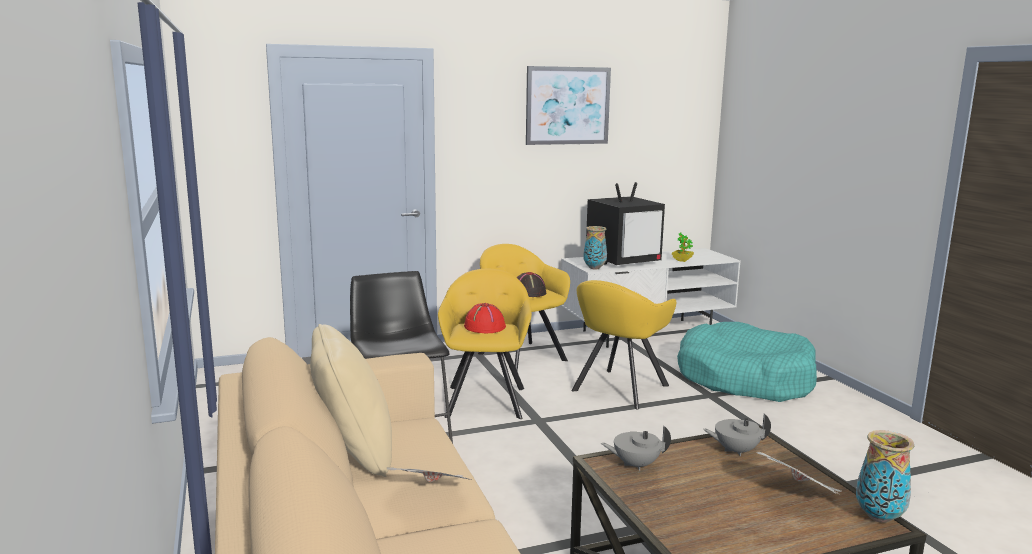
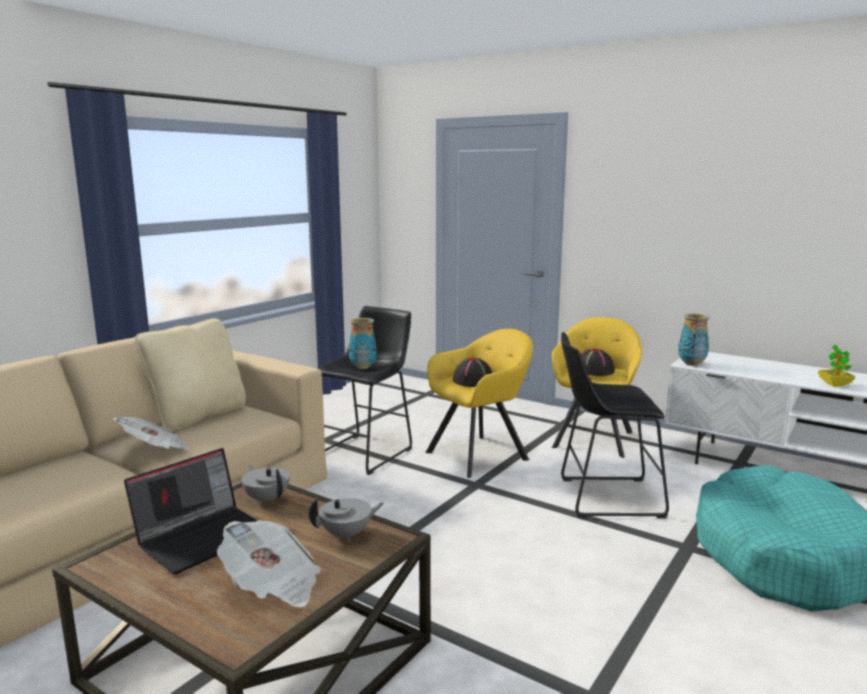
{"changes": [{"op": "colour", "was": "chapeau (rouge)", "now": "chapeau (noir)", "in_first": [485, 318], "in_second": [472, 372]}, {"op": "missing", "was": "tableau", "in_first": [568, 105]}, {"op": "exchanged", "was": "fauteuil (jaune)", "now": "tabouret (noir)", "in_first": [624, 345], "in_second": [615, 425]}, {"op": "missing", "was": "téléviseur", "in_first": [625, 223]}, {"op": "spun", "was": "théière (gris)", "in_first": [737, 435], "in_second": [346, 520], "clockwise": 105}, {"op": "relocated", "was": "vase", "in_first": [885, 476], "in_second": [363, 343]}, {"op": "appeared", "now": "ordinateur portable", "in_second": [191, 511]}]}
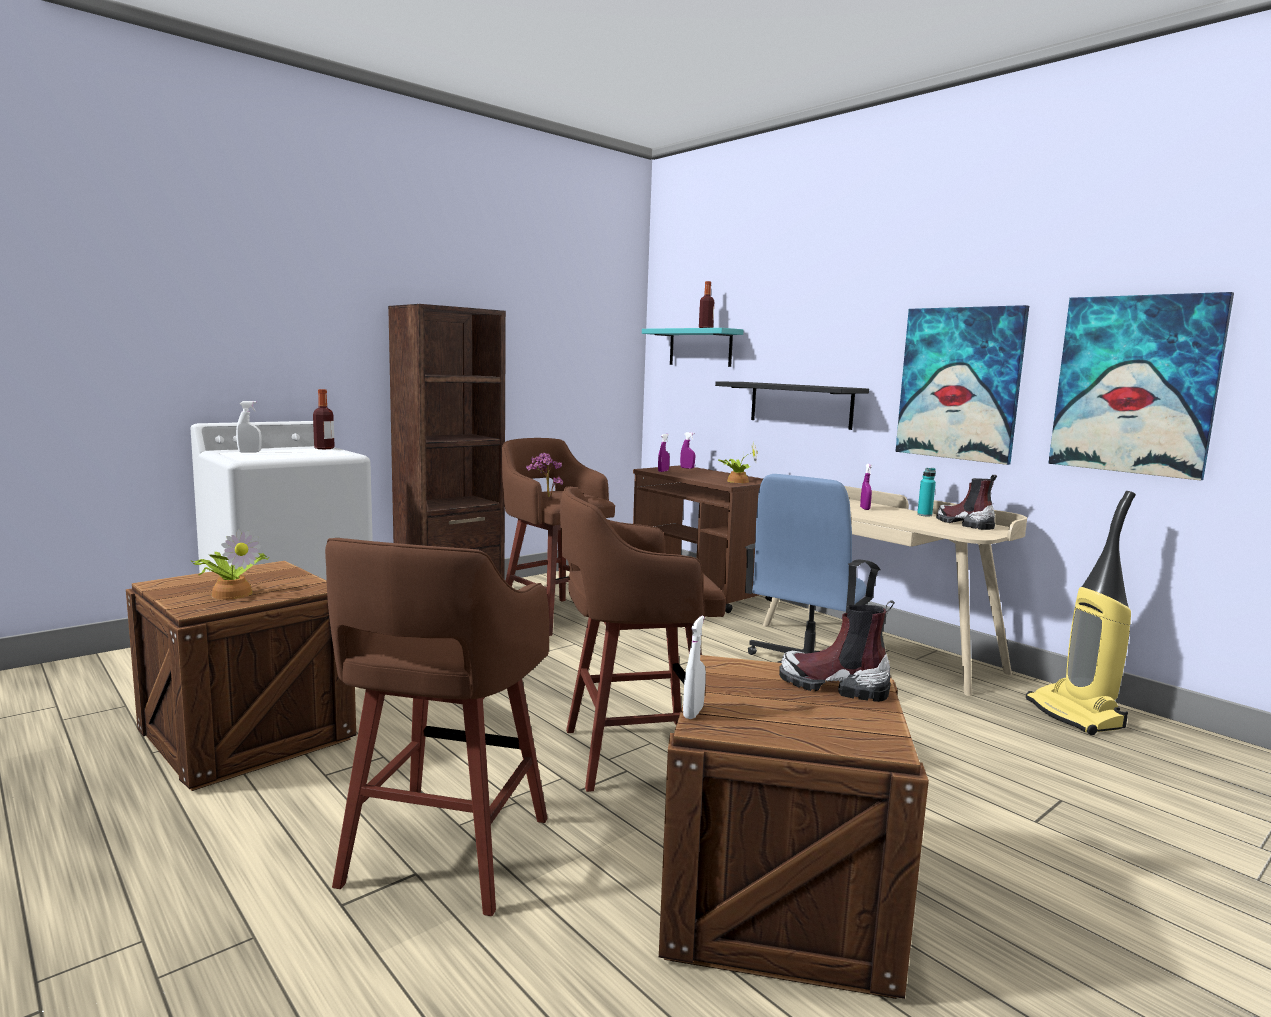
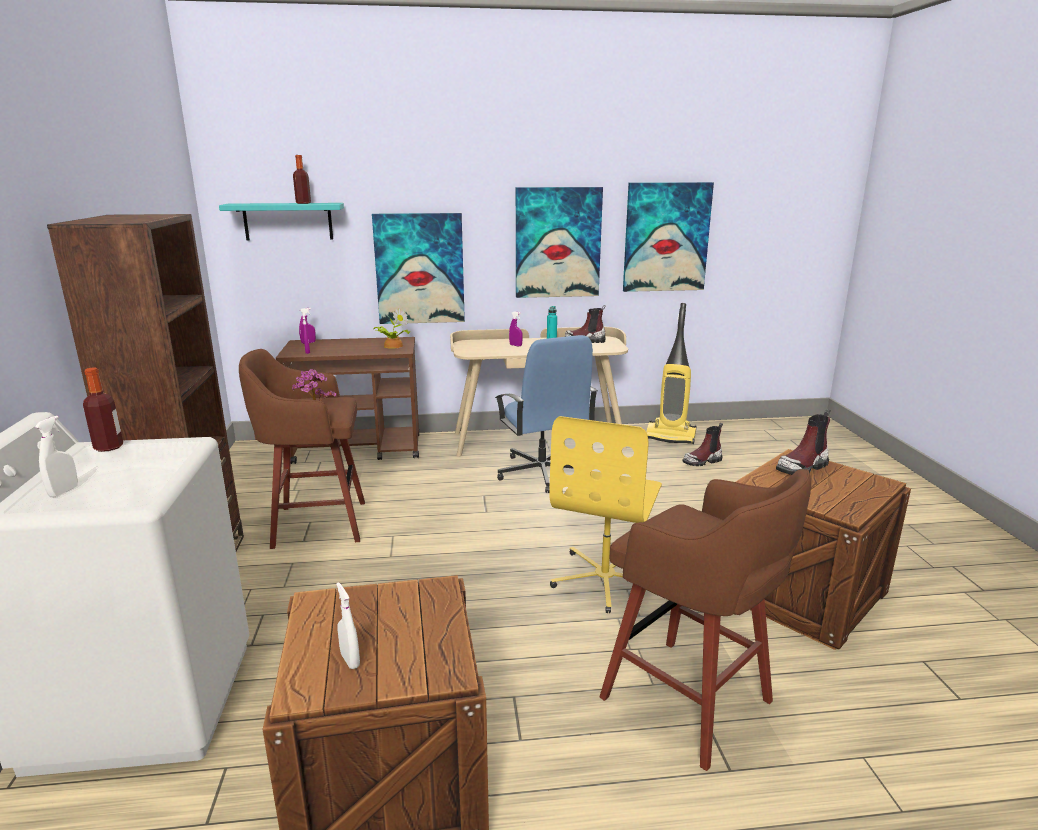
{"changes": [{"op": "missing", "was": "plante en pot", "in_first": [230, 564]}, {"op": "exchanged", "was": "tabouret (marron)", "now": "chaise de bureau (jaune)", "in_first": [643, 639], "in_second": [605, 514]}, {"op": "relocated", "was": "vaporisateur (blanc)", "in_first": [694, 667], "in_second": [348, 625]}, {"op": "exchanged", "was": "étagère (noir)", "now": "tableau", "in_first": [792, 405], "in_second": [418, 268]}, {"op": "appeared", "now": "botte", "in_second": [702, 444]}]}
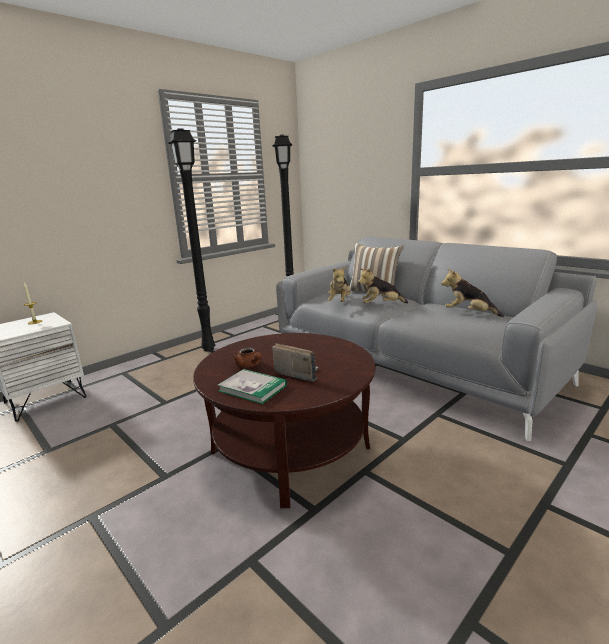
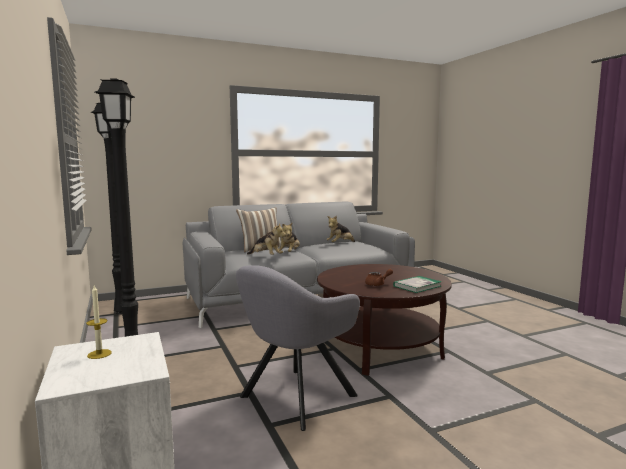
{"changes": [{"op": "missing", "was": "radio", "in_first": [295, 362]}, {"op": "appeared", "now": "fauteuil (gris)", "in_second": [298, 348]}]}
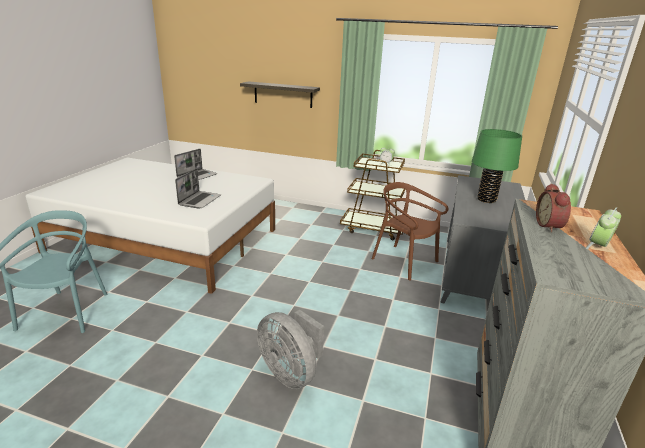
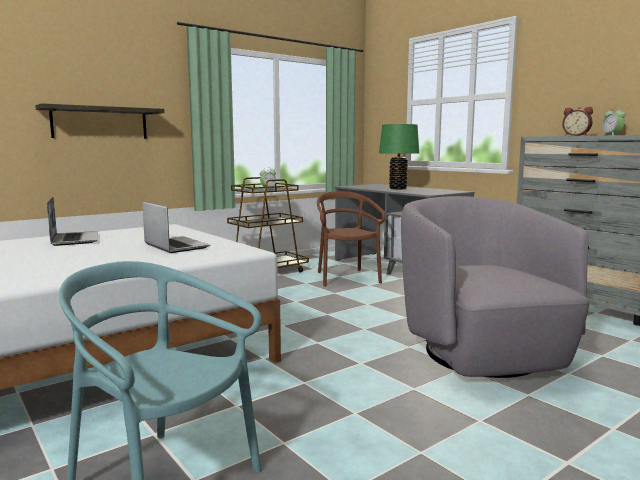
{"changes": [{"op": "exchanged", "was": "ventilateur (gris)", "now": "fauteuil (gris)", "in_first": [290, 349], "in_second": [495, 287]}, {"op": "spun", "was": "chaise (marron)", "in_first": [410, 231], "in_second": [351, 239], "clockwise": 90}]}
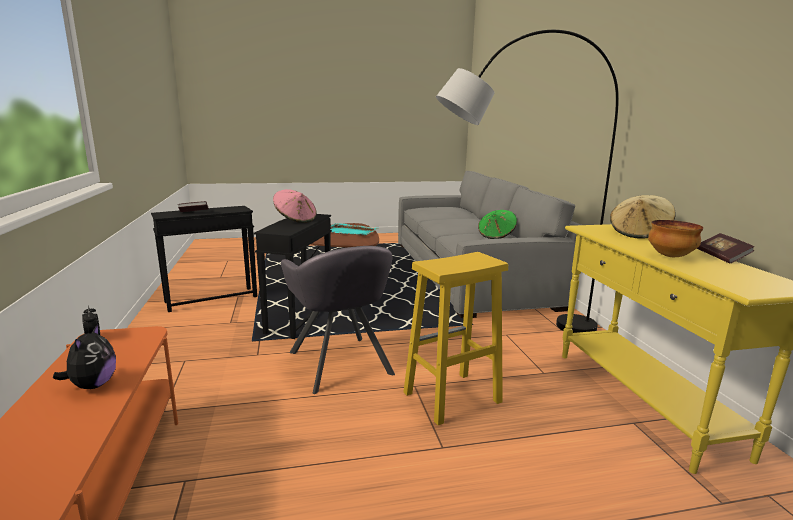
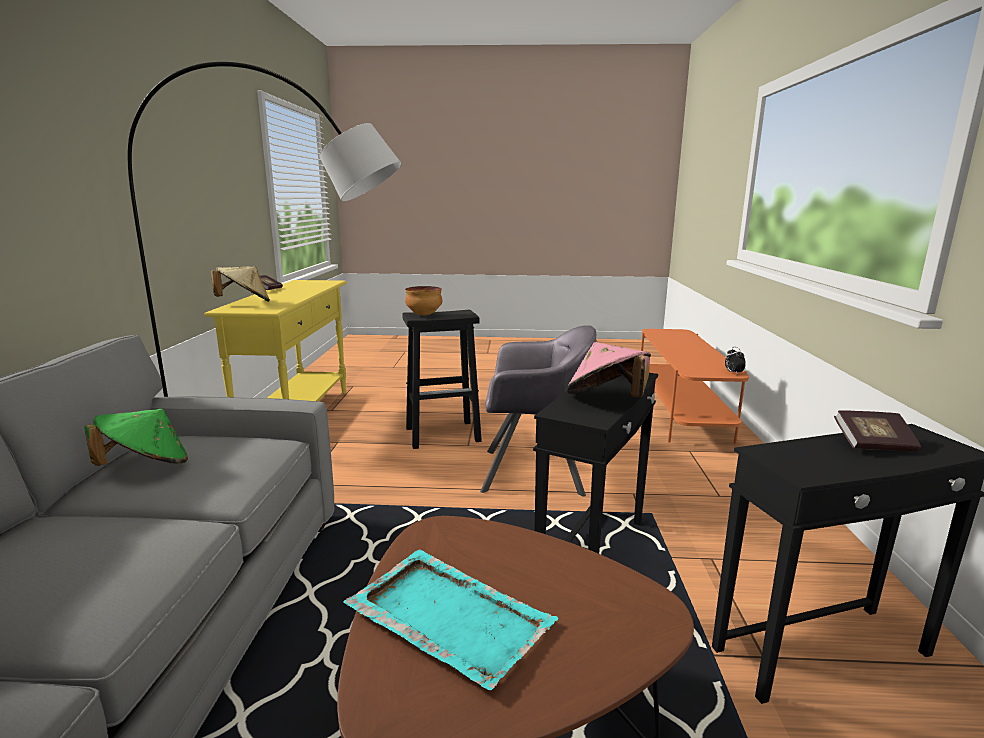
{"changes": [{"op": "missing", "was": "peluche", "in_first": [84, 356]}, {"op": "spun", "was": "fauteuil (gris)", "in_first": [338, 320], "in_second": [538, 411], "clockwise": 105}, {"op": "colour", "was": "tabouret (jaune)", "now": "tabouret (noir)", "in_first": [456, 338], "in_second": [442, 379]}, {"op": "relocated", "was": "bol", "in_first": [675, 238], "in_second": [423, 301]}]}
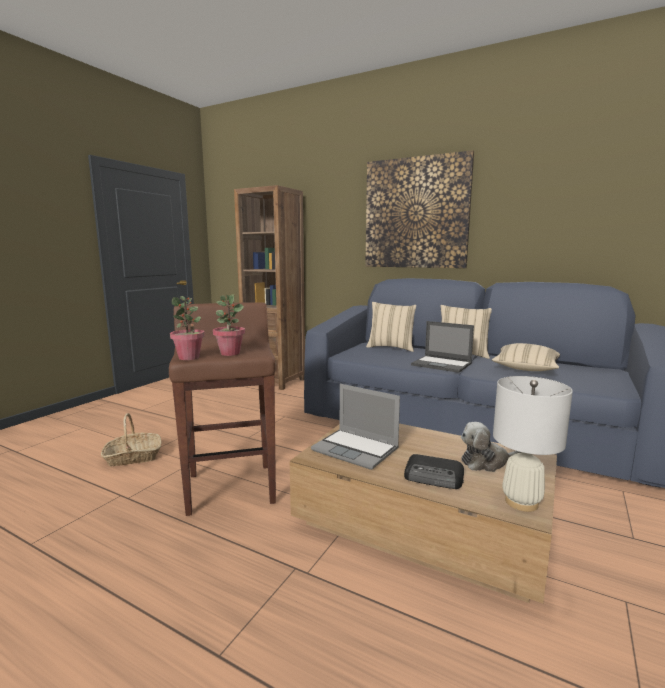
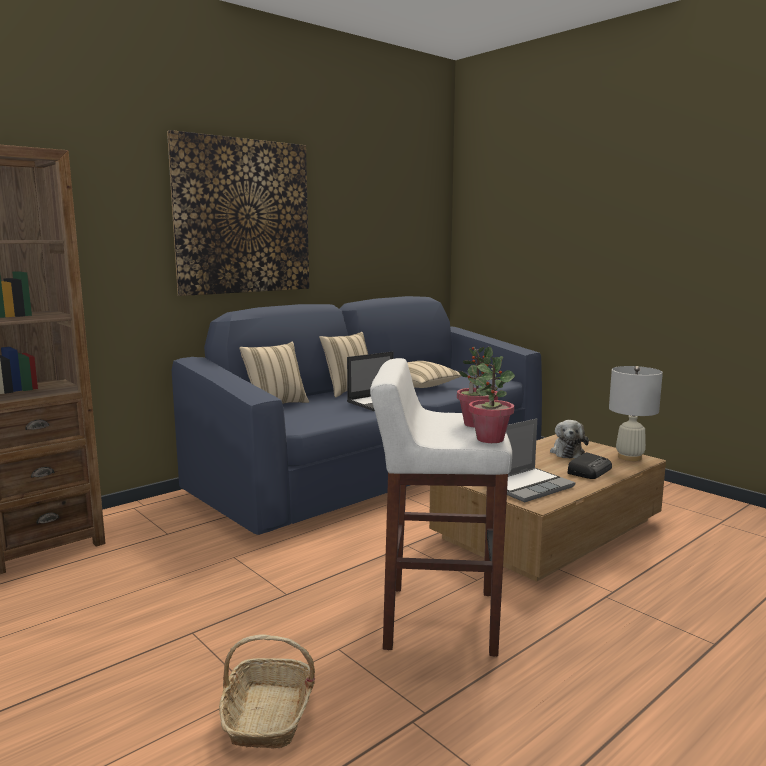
{"changes": [{"op": "colour", "was": "tabouret (marron)", "now": "tabouret (blanc)", "in_first": [222, 409], "in_second": [441, 507]}]}
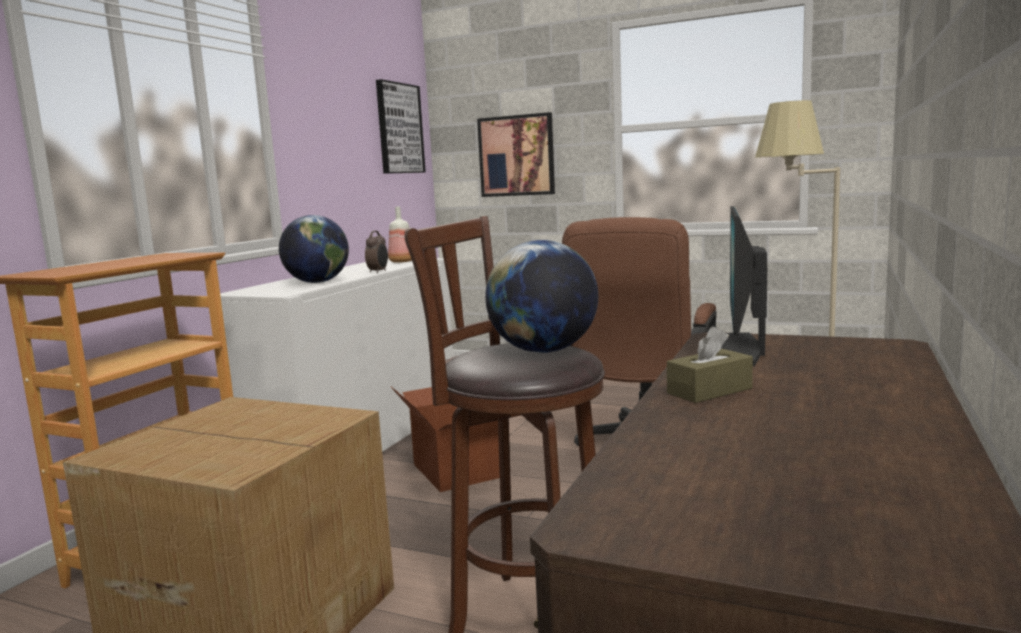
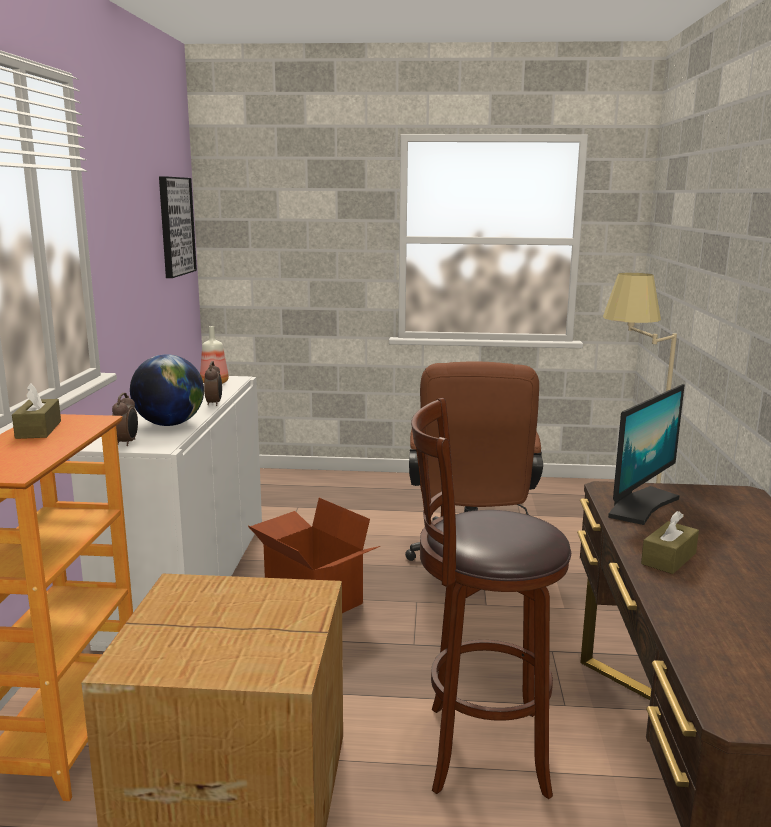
{"changes": [{"op": "missing", "was": "tableau", "in_first": [516, 154]}, {"op": "missing", "was": "globe", "in_first": [541, 296]}, {"op": "spun", "was": "écran d'ordinateur", "in_first": [744, 286], "in_second": [646, 454], "clockwise": -135}, {"op": "appeared", "now": "boîte à mouchoirs (marron)", "in_second": [36, 411]}, {"op": "appeared", "now": "réveil", "in_second": [125, 419]}]}
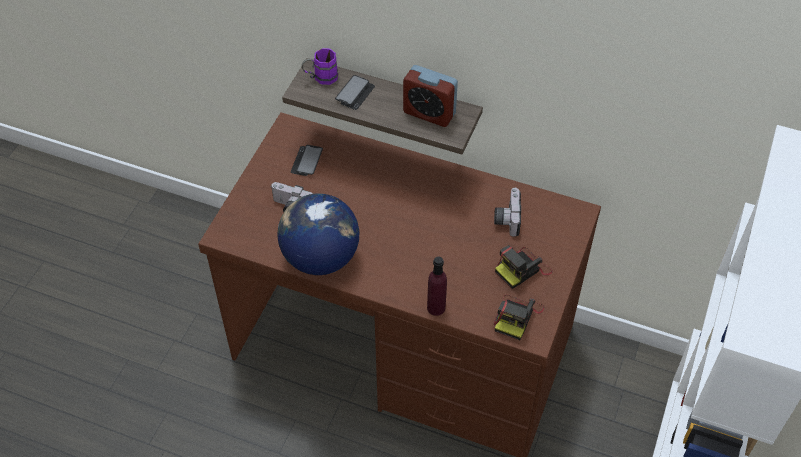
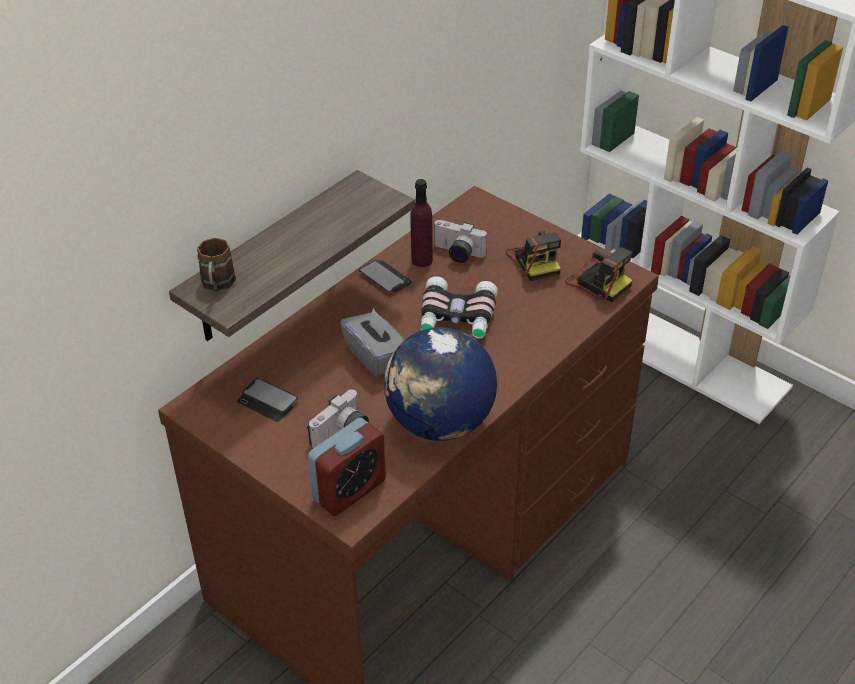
{"changes": [{"op": "colour", "was": "mug (violet)", "now": "mug (marron)", "in_first": [320, 66], "in_second": [216, 264]}, {"op": "relocated", "was": "téléphone", "in_first": [355, 92], "in_second": [385, 276]}, {"op": "relocated", "was": "réveil", "in_first": [430, 96], "in_second": [347, 467]}, {"op": "relocated", "was": "bouteille (violet)", "in_first": [437, 286], "in_second": [422, 223]}, {"op": "appeared", "now": "boîte à mouchoirs (gris)", "in_second": [372, 342]}, {"op": "appeared", "now": "jumelles", "in_second": [459, 307]}]}
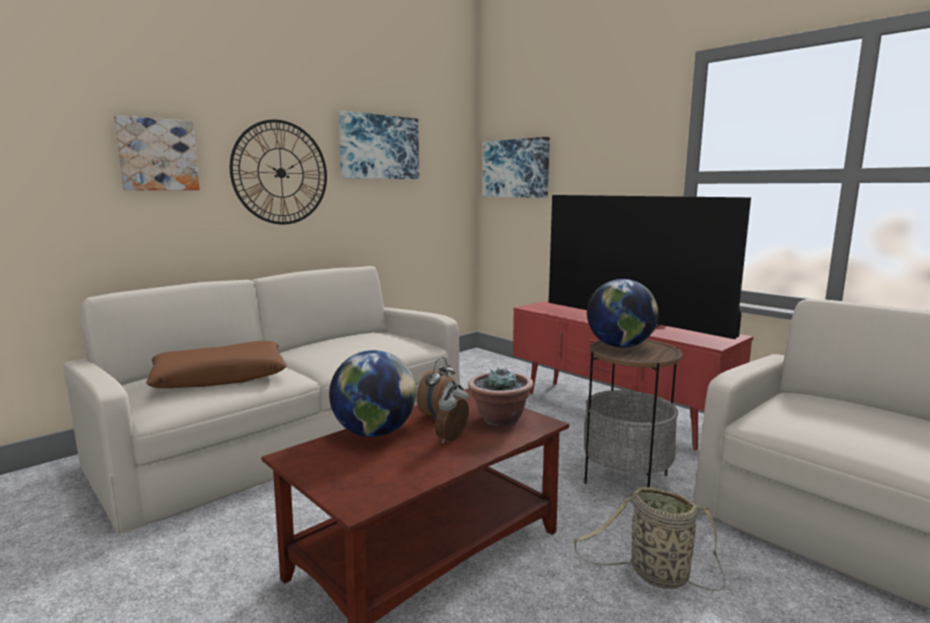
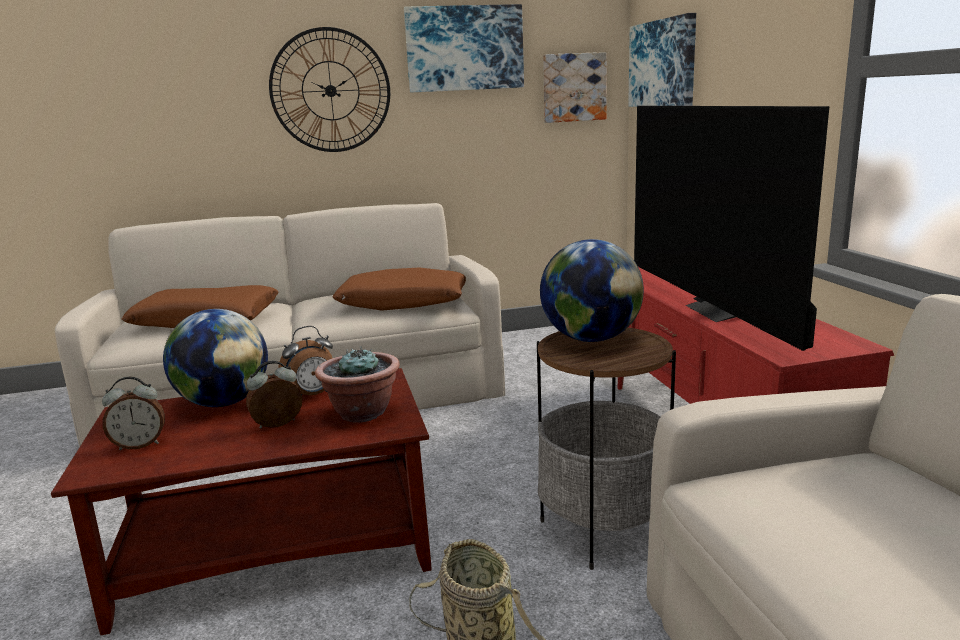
{"changes": [{"op": "relocated", "was": "tableau", "in_first": [157, 152], "in_second": [575, 87]}, {"op": "appeared", "now": "réveil", "in_second": [133, 413]}, {"op": "appeared", "now": "coussin (marron)", "in_second": [399, 289]}]}
